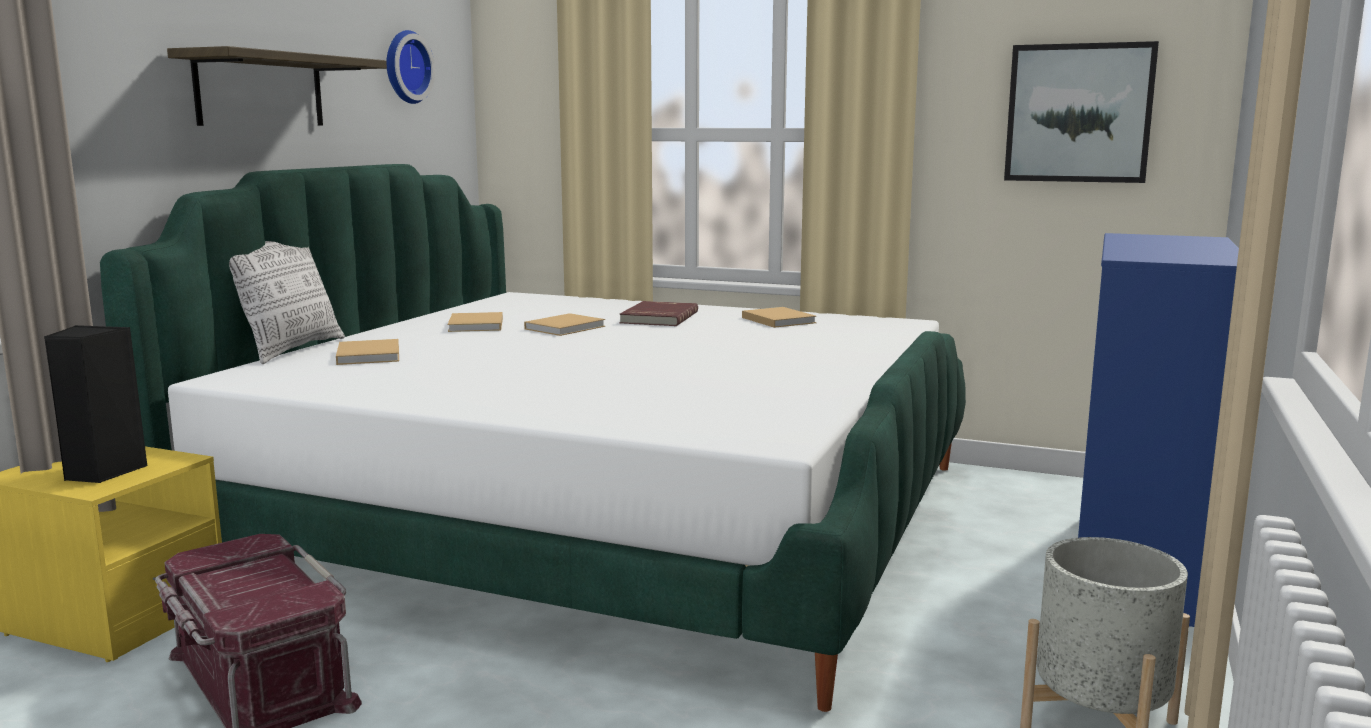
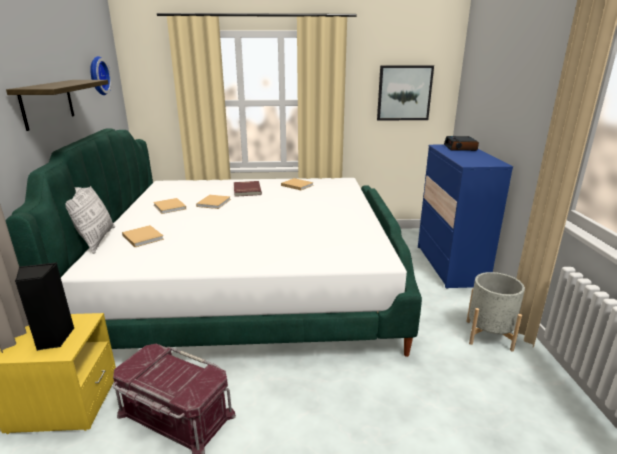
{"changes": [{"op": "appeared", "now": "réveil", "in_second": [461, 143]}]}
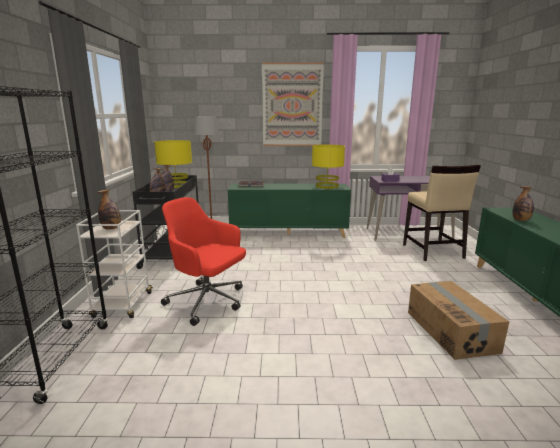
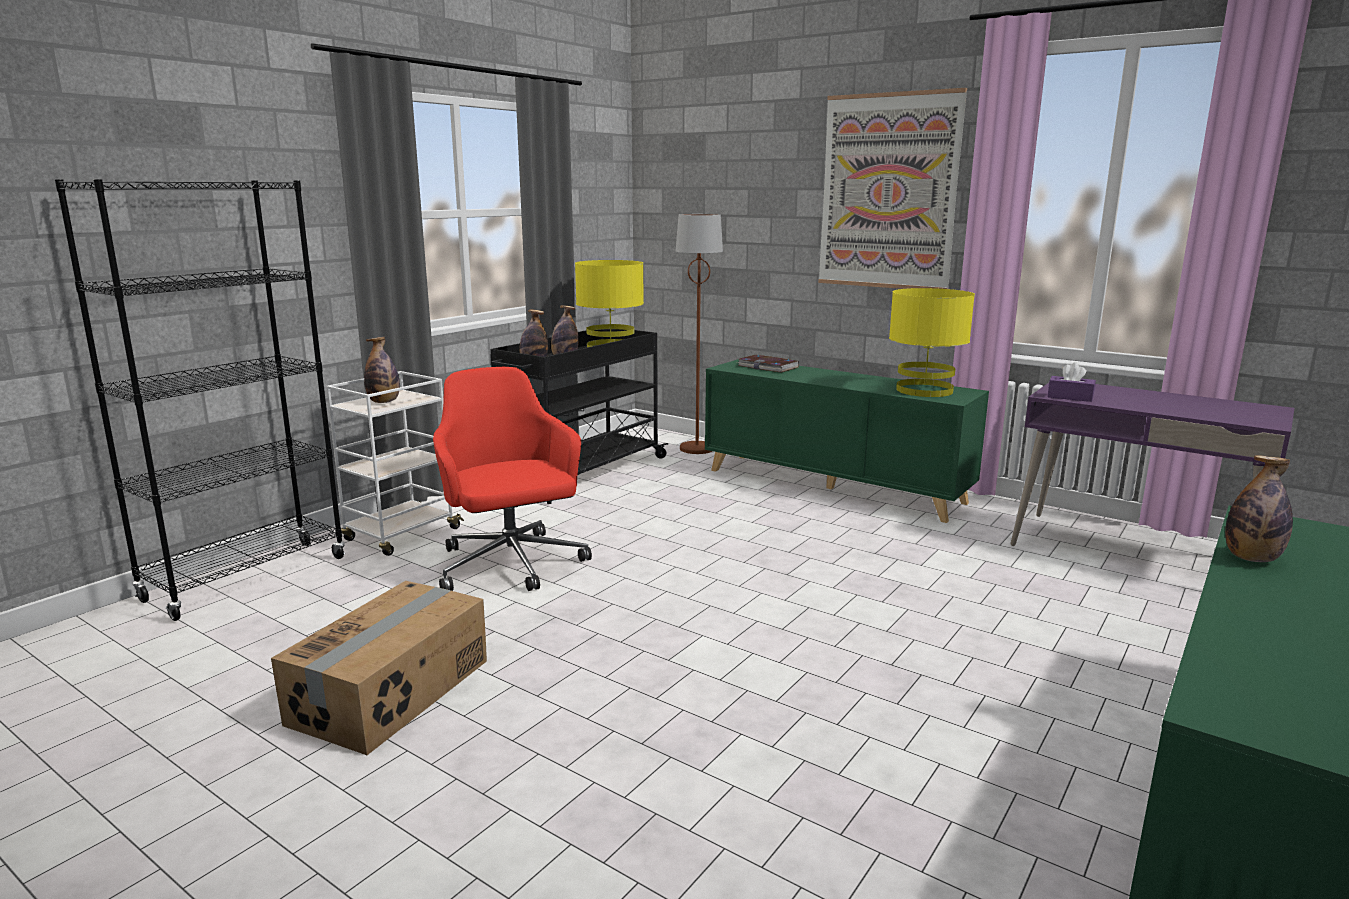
{"changes": [{"op": "missing", "was": "chaise (beige)", "in_first": [442, 213]}, {"op": "relocated", "was": "carton", "in_first": [458, 320], "in_second": [379, 668]}]}
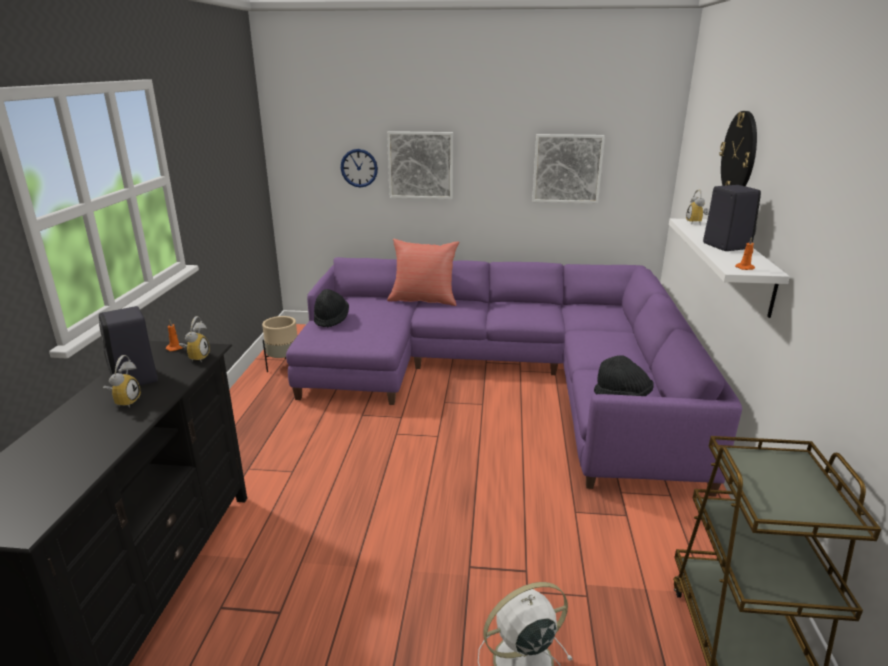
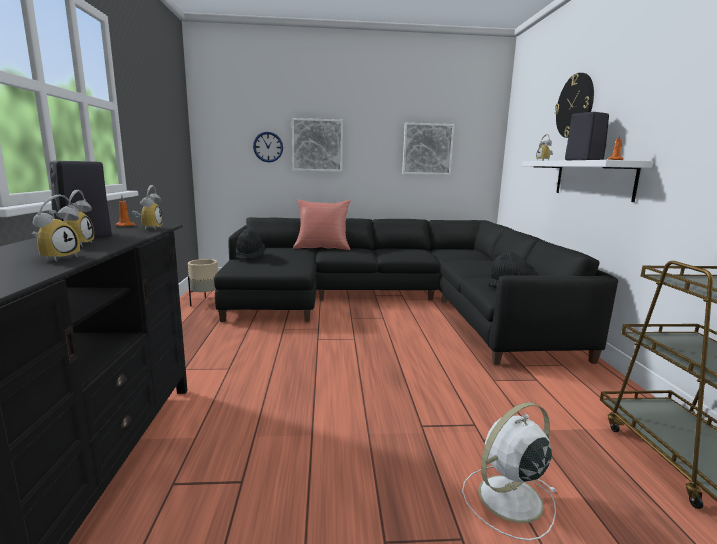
{"changes": [{"op": "colour", "was": "canapé (violet)", "now": "canapé (noir)", "in_first": [514, 377], "in_second": [416, 291]}, {"op": "appeared", "now": "réveil", "in_second": [56, 228]}]}
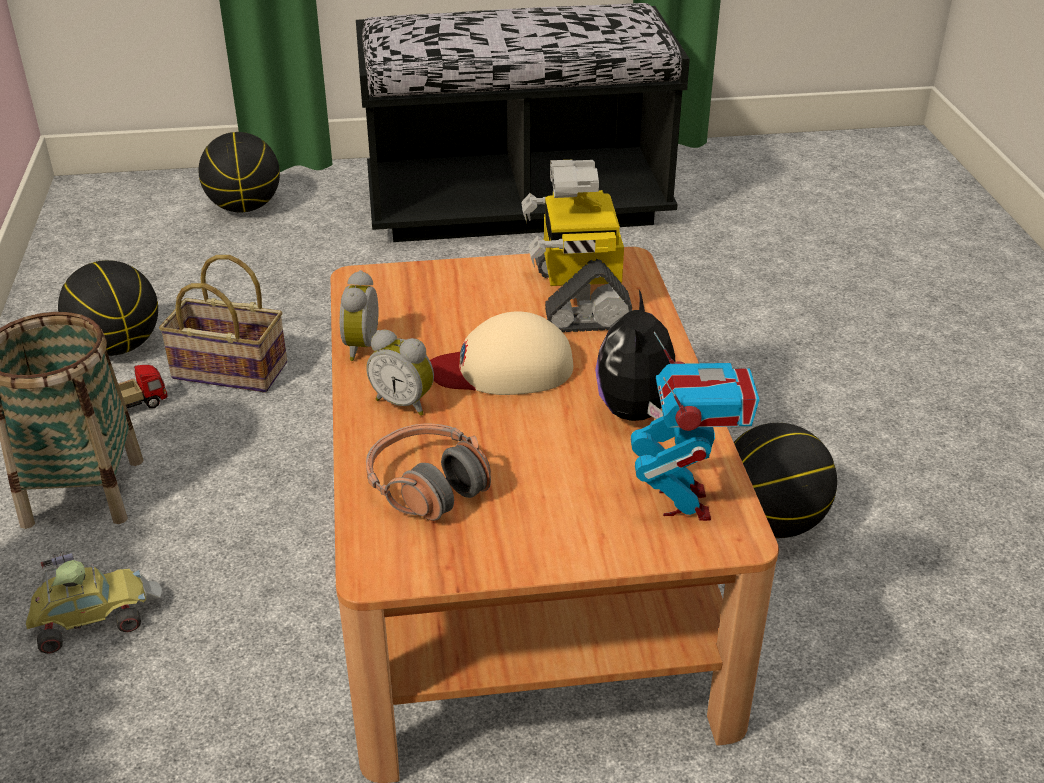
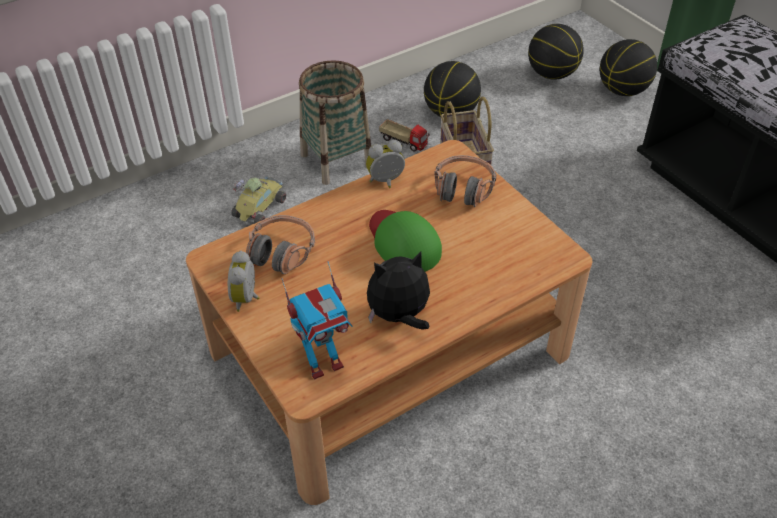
{"changes": [{"op": "spun", "was": "petite voiture", "in_first": [94, 603], "in_second": [259, 200], "clockwise": -105}, {"op": "relocated", "was": "réveil", "in_first": [400, 373], "in_second": [244, 281]}, {"op": "colour", "was": "casquette (beige)", "now": "casquette (vert)", "in_first": [501, 353], "in_second": [405, 241]}, {"op": "missing", "was": "robot jouet", "in_first": [576, 246]}, {"op": "relocated", "was": "ballon de basket", "in_first": [785, 480], "in_second": [556, 52]}, {"op": "appeared", "now": "casque audio", "in_second": [465, 181]}]}
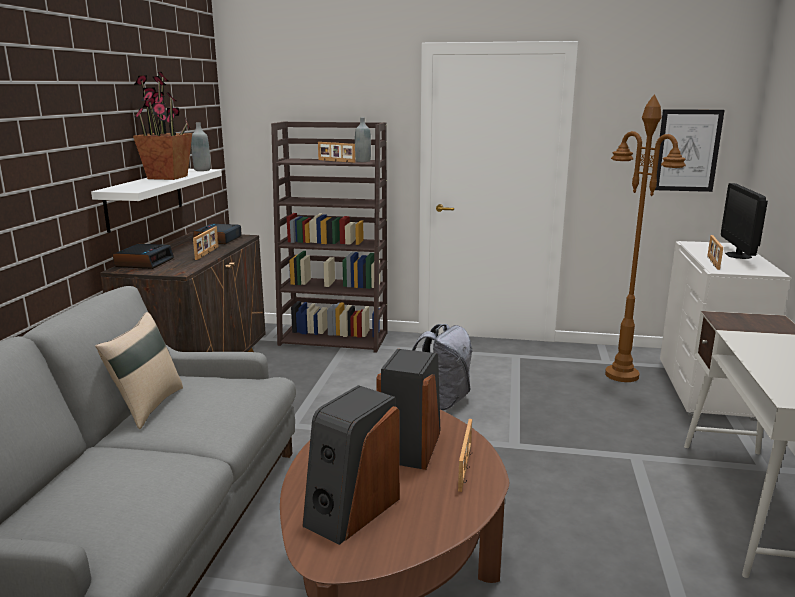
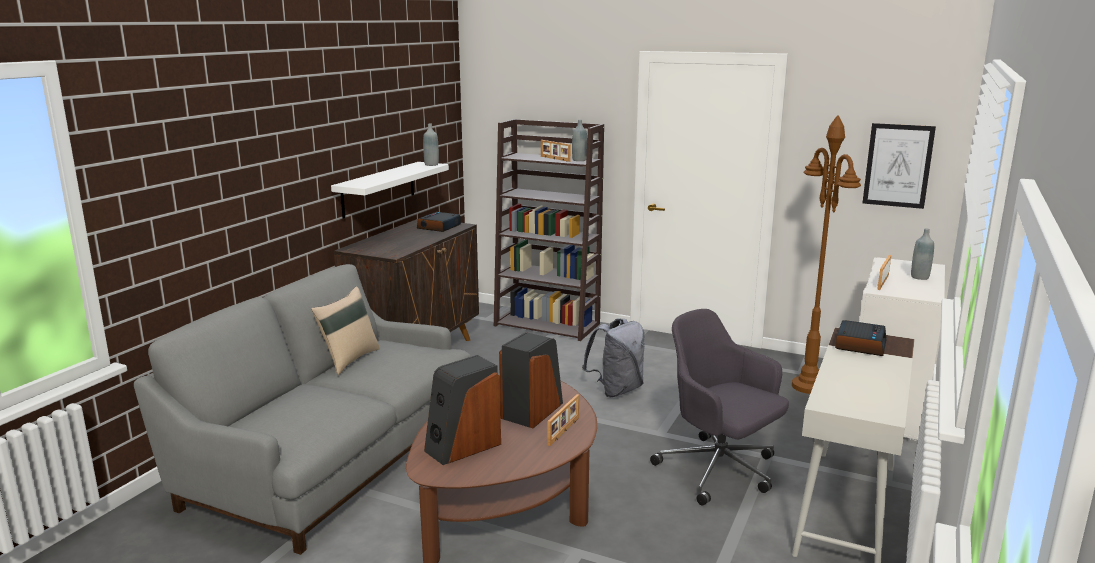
{"changes": [{"op": "relocated", "was": "réveil", "in_first": [143, 256], "in_second": [861, 338]}, {"op": "missing", "was": "plante en pot", "in_first": [162, 126]}, {"op": "missing", "was": "cadre photo", "in_first": [206, 243]}, {"op": "exchanged", "was": "écran d'ordinateur", "now": "bouteille (gris)", "in_first": [744, 221], "in_second": [922, 254]}, {"op": "appeared", "now": "chaise de bureau (gris)", "in_second": [719, 407]}]}
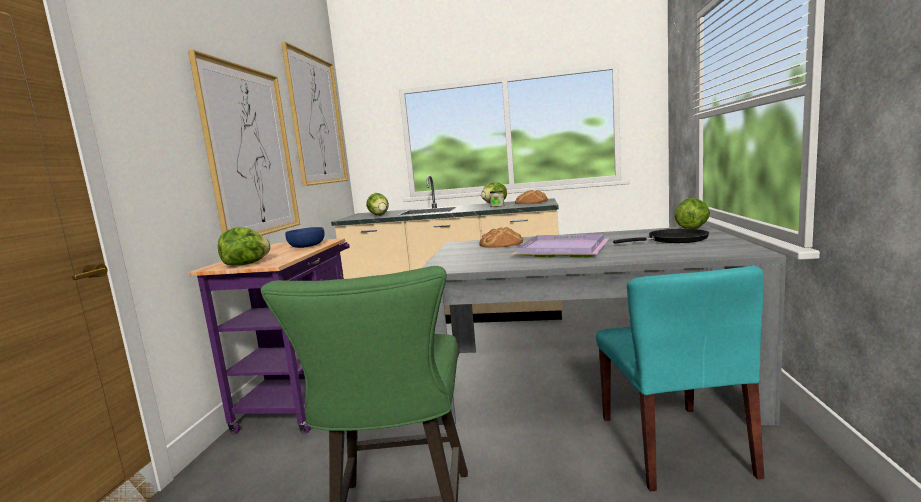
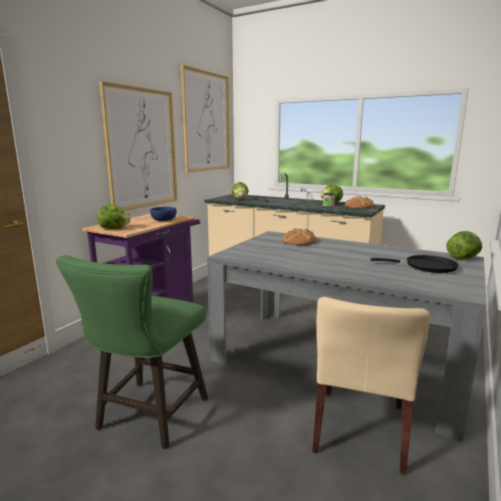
{"changes": [{"op": "missing", "was": "plateau (violet)", "in_first": [560, 246]}, {"op": "colour", "was": "chaise (turquoise)", "now": "chaise (beige)", "in_first": [680, 378], "in_second": [371, 386]}]}
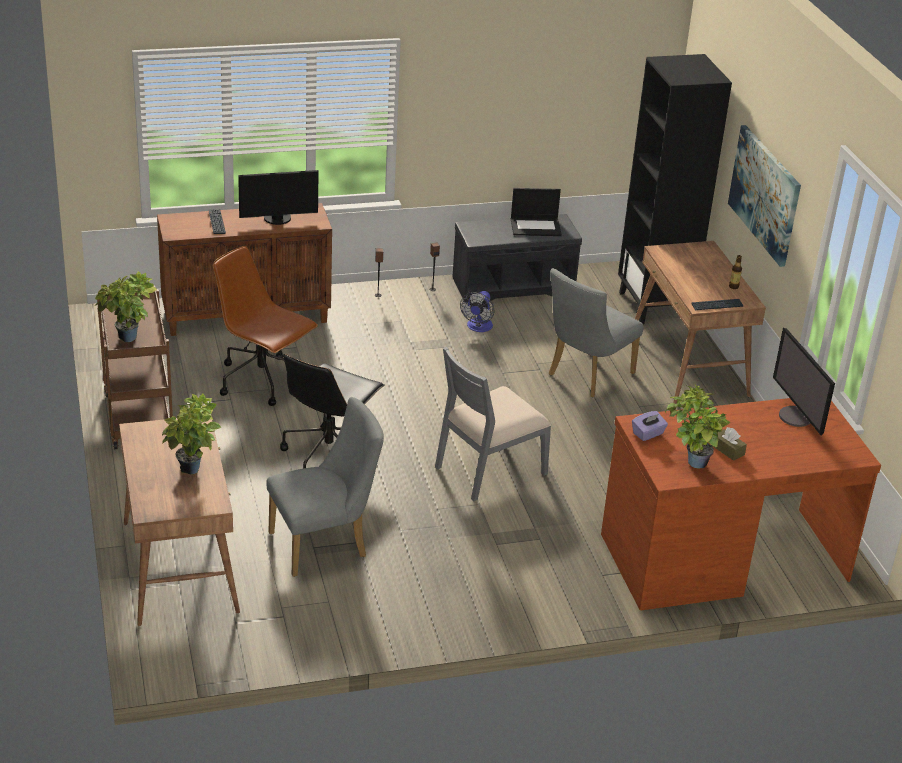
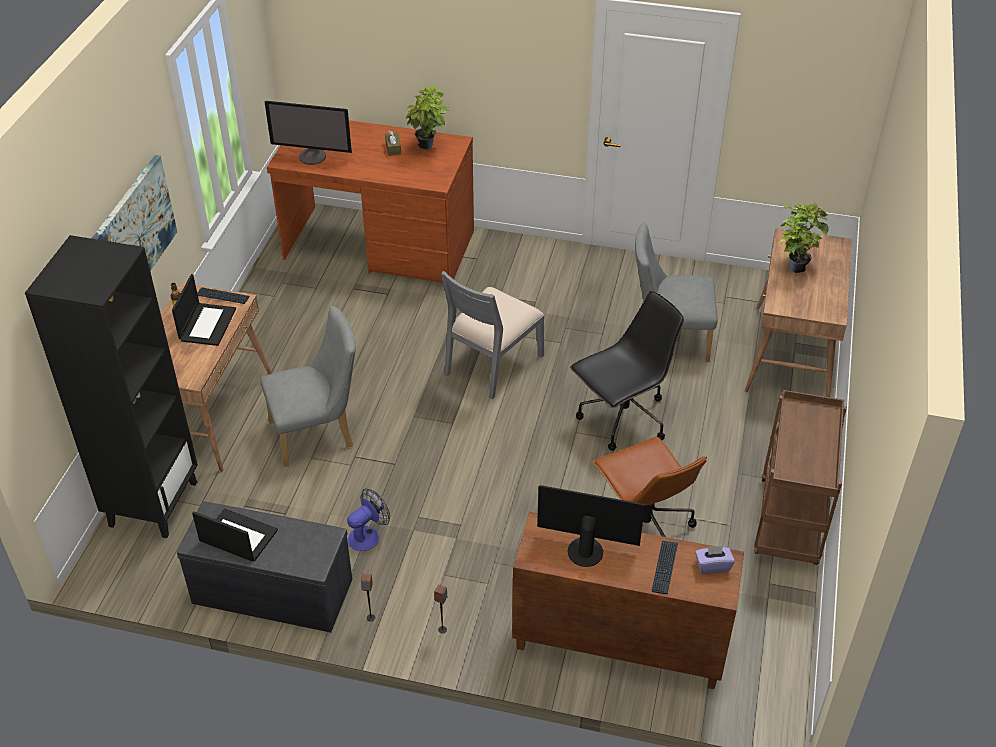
{"changes": [{"op": "missing", "was": "plante en pot", "in_first": [126, 306]}, {"op": "spun", "was": "chaise (gris)", "in_first": [493, 424], "in_second": [492, 335], "clockwise": 135}, {"op": "relocated", "was": "boîte à mouchoirs (violet)", "in_first": [650, 426], "in_second": [715, 560]}, {"op": "spun", "was": "écran d'ordinateur", "in_first": [804, 382], "in_second": [308, 133], "clockwise": 90}, {"op": "appeared", "now": "ordinateur portable", "in_second": [204, 310]}]}
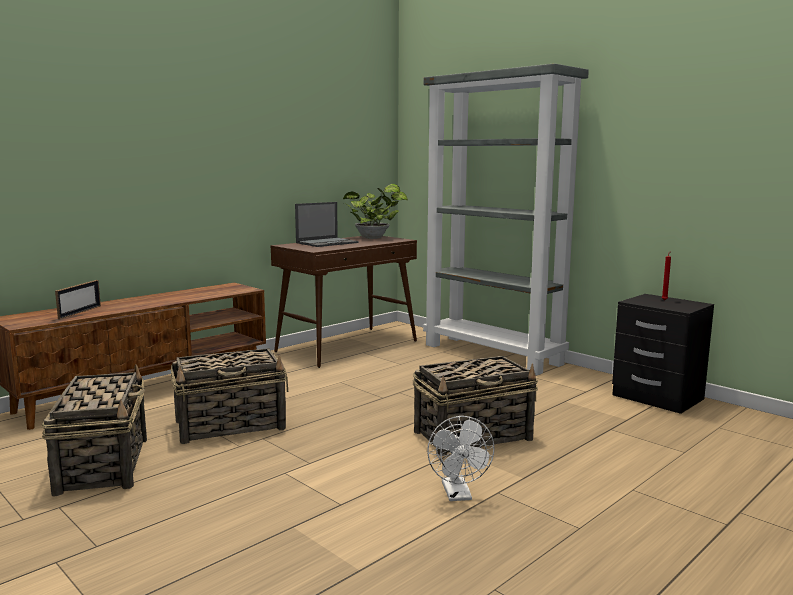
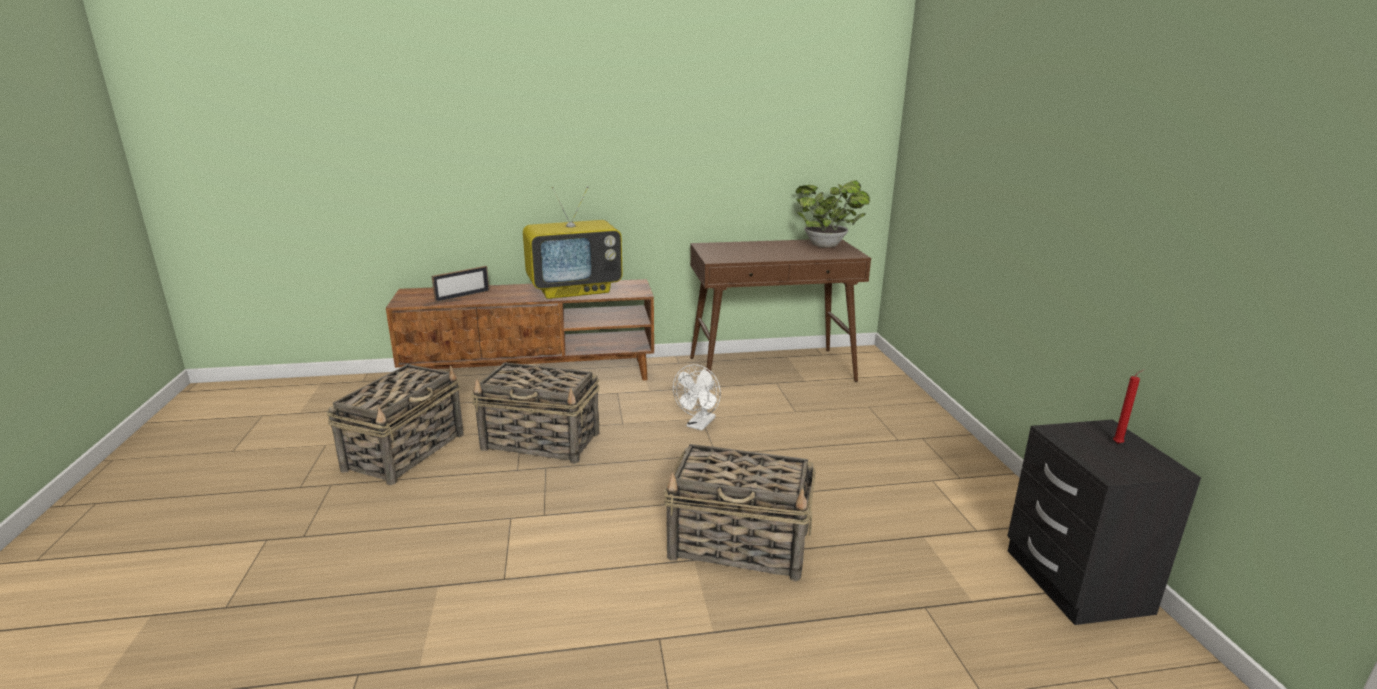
{"changes": [{"op": "missing", "was": "ordinateur portable", "in_first": [327, 224]}, {"op": "missing", "was": "bibliothèque (gris)", "in_first": [506, 219]}, {"op": "relocated", "was": "ventilateur (blanc)", "in_first": [461, 458], "in_second": [697, 397]}, {"op": "appeared", "now": "téléviseur", "in_second": [573, 242]}]}
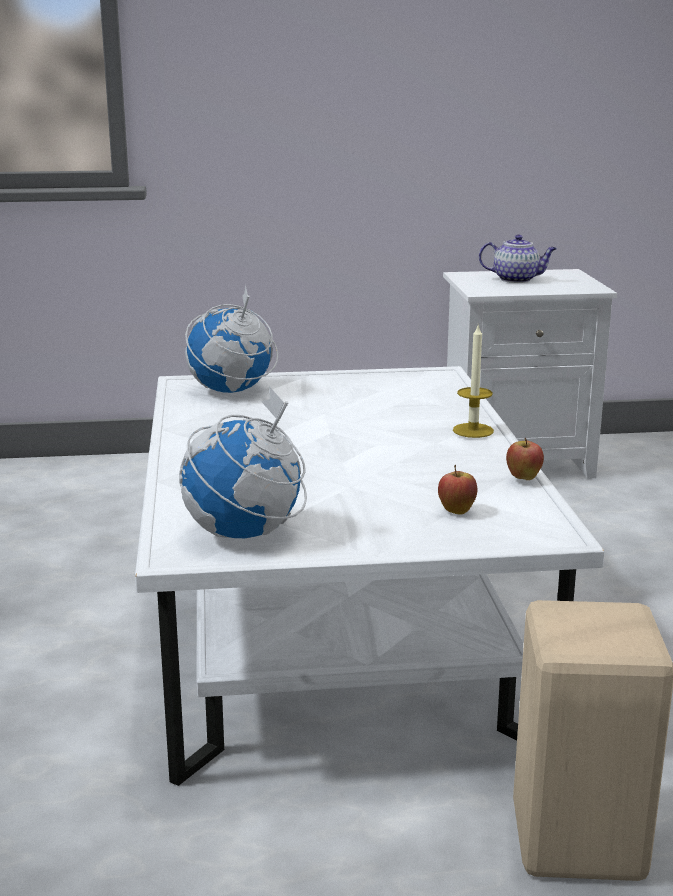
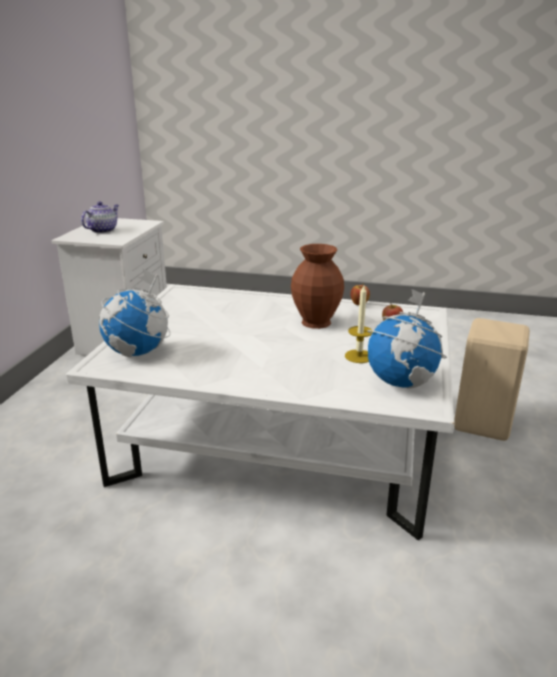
{"changes": [{"op": "relocated", "was": "bougie", "in_first": [473, 381], "in_second": [359, 324]}, {"op": "appeared", "now": "vase (marron)", "in_second": [317, 286]}]}
